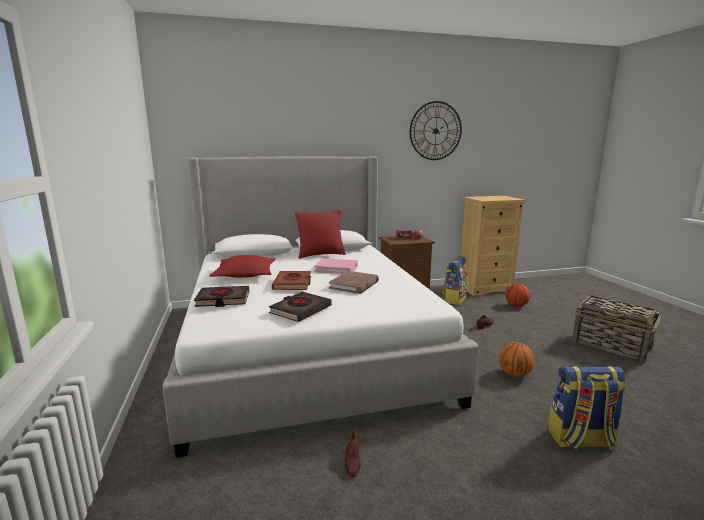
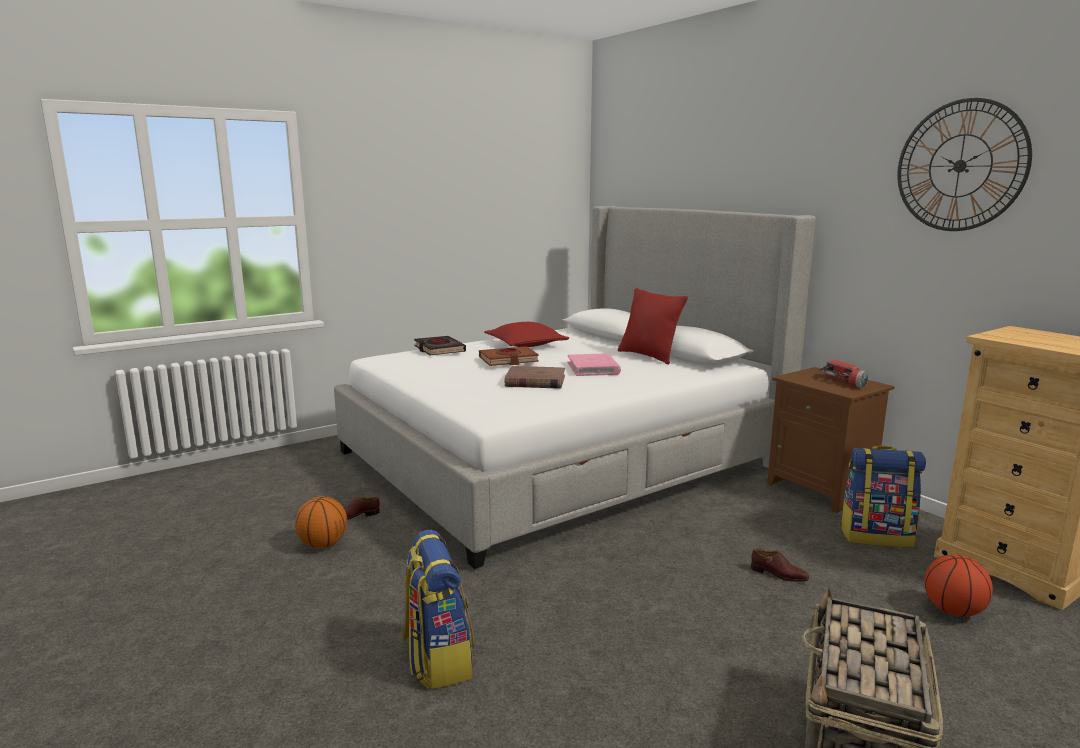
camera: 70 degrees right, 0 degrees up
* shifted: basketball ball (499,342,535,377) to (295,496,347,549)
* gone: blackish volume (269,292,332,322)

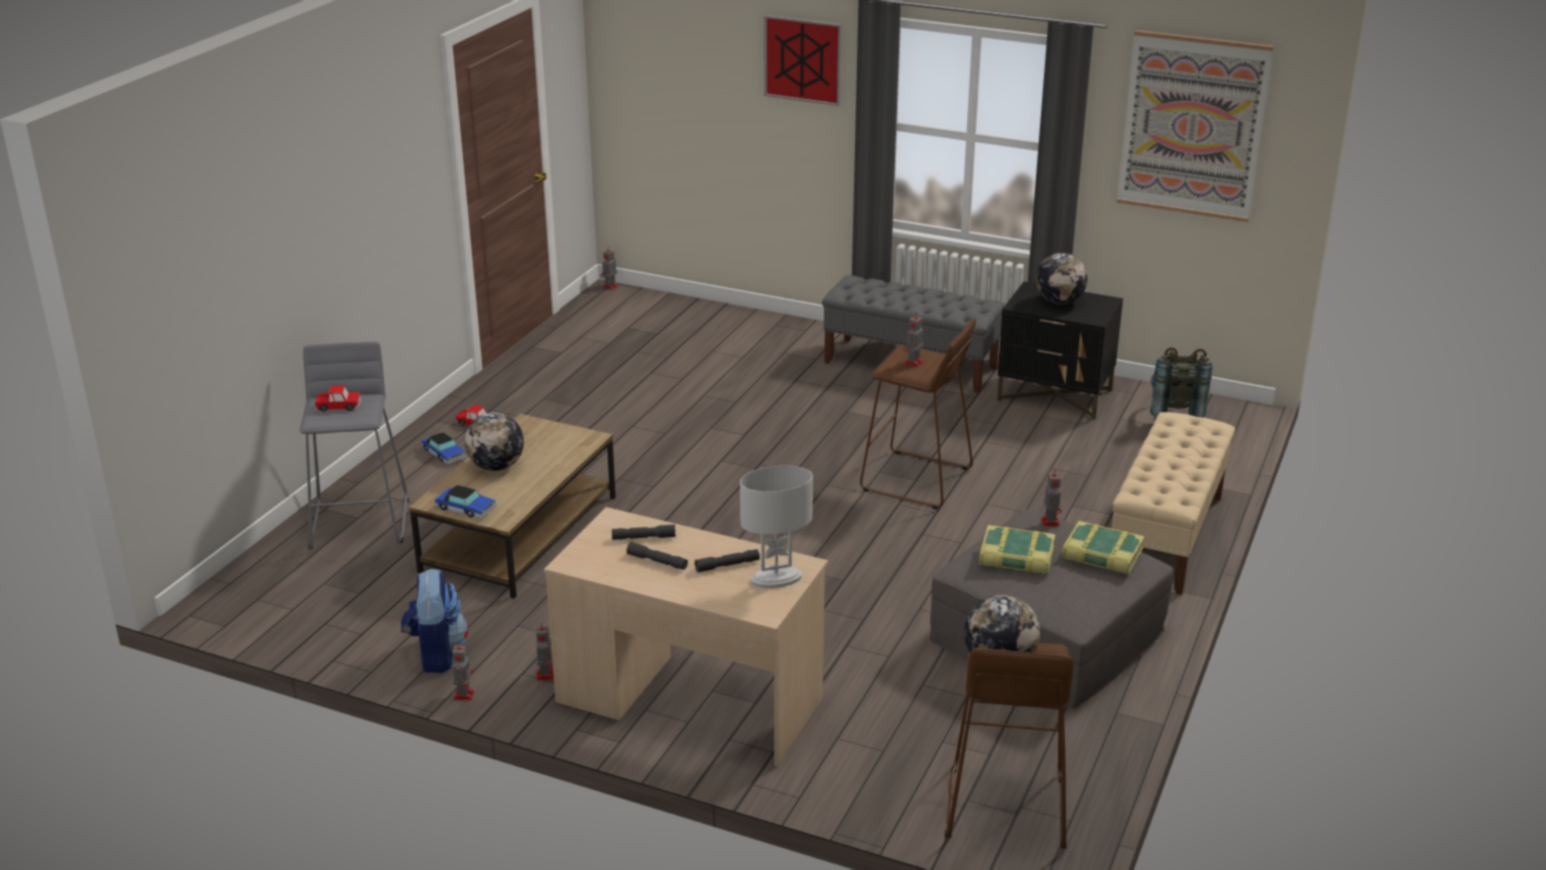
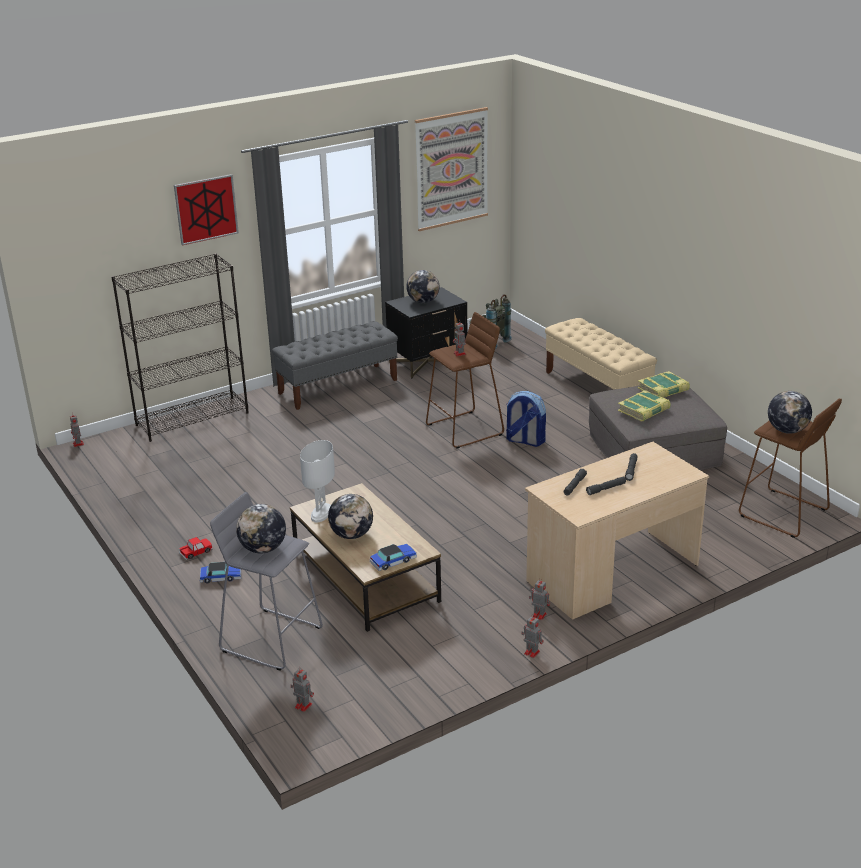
camera: 55 degrees left, 0 degrees up
* new: blackish shelving unit (112,253,249,442)
* swapped: model car (315,385,361,412) to desk globe (236,504,286,553)
* shifted: model robot (1041,470,1062,526) to (291,667,314,712)
* shifted: whitish tabletop lamp (740,466,813,588) to (300,440,335,522)
* shifted: backpack (401,569,468,673) to (506,391,546,447)

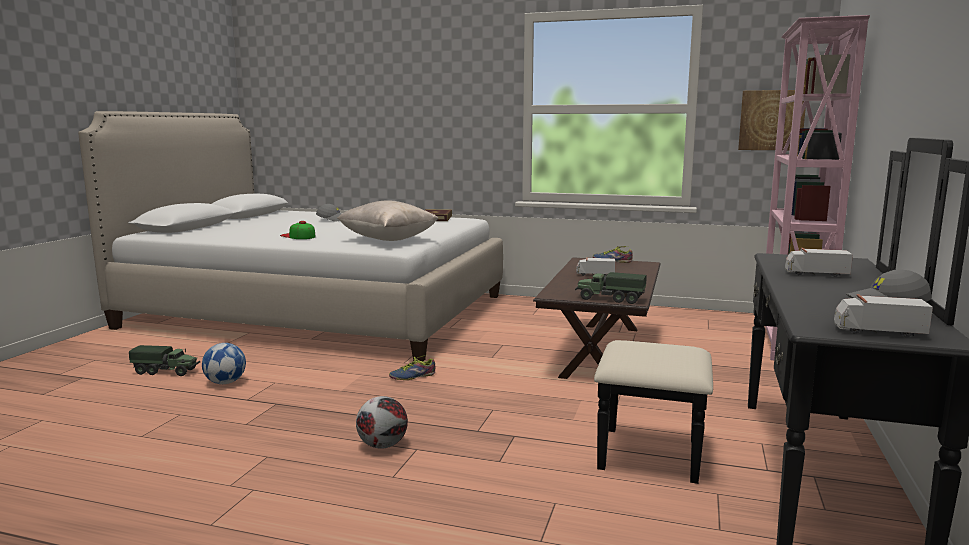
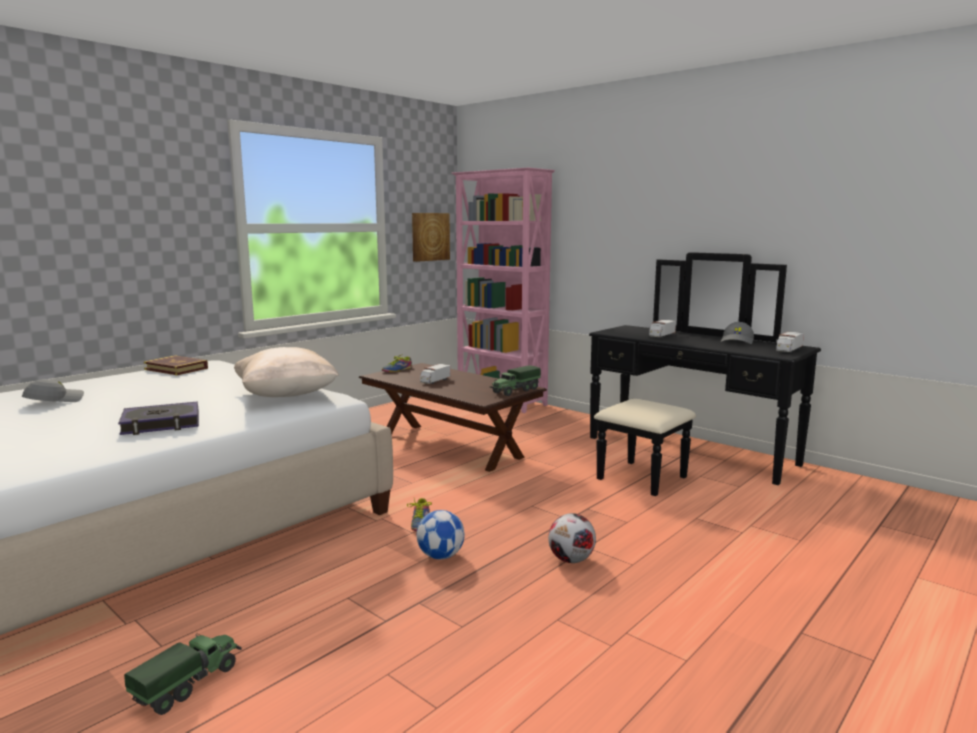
camera: 65 degrees left, 0 degrees up
* swapped: cap (280,221,316,239) to volume (118,402,199,435)
* shifted: football ball (202,343,246,384) to (417,510,465,559)

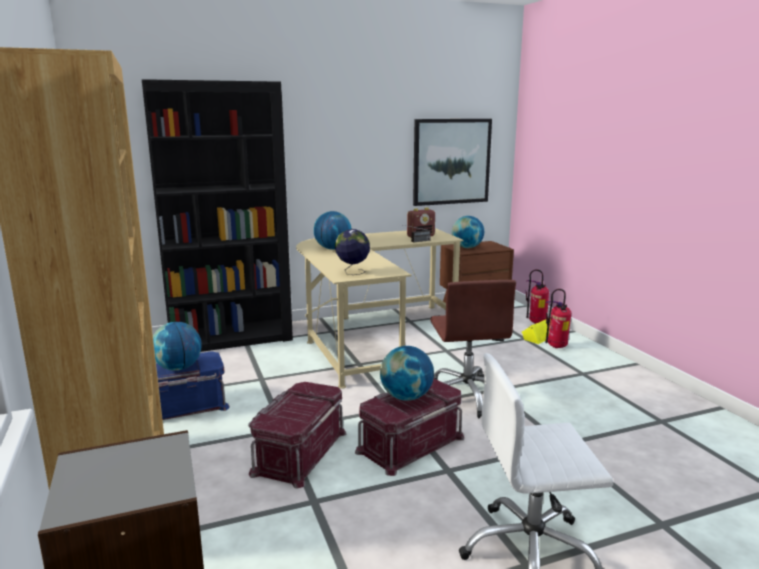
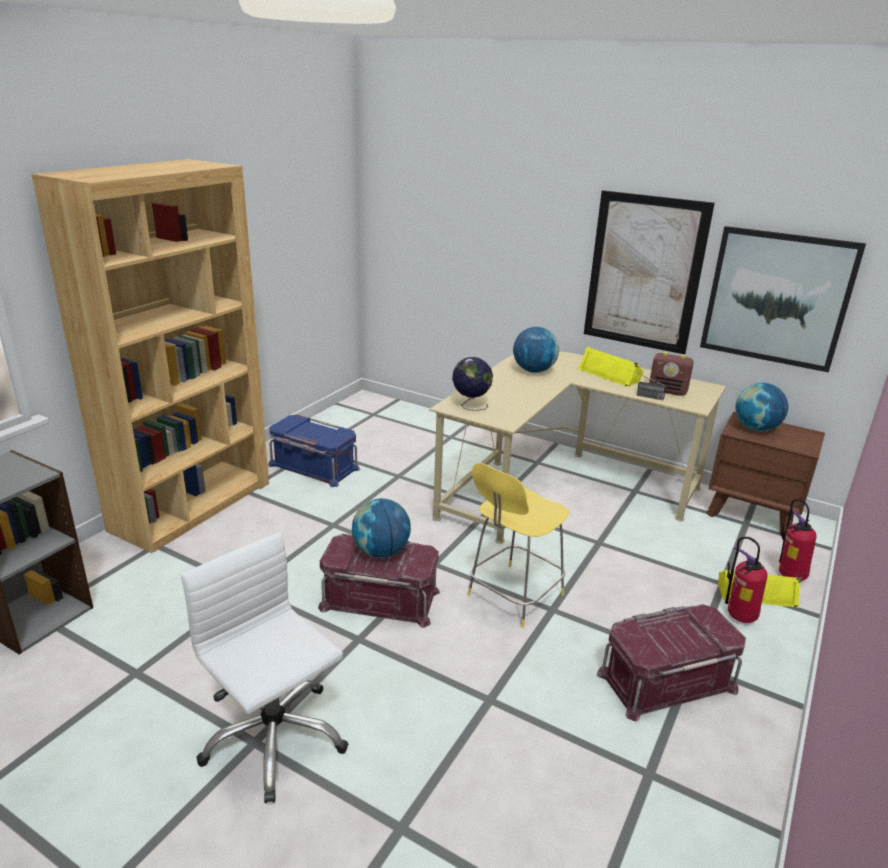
camera: 50 degrees right, 10 degrees up
* swapped: brown-coloured desk chair (430,280,516,419) to yellow-coloured sitting stool (468,463,569,628)
* new: yellow-coloured speaker (578,347,643,387)
* new: wall picture (584,190,715,354)
* shifted: reddish storage container (248,382,347,489) to (597,604,746,722)
* gone: blackish shelving unit (142,79,293,352)
* gone: desk globe (153,322,202,371)

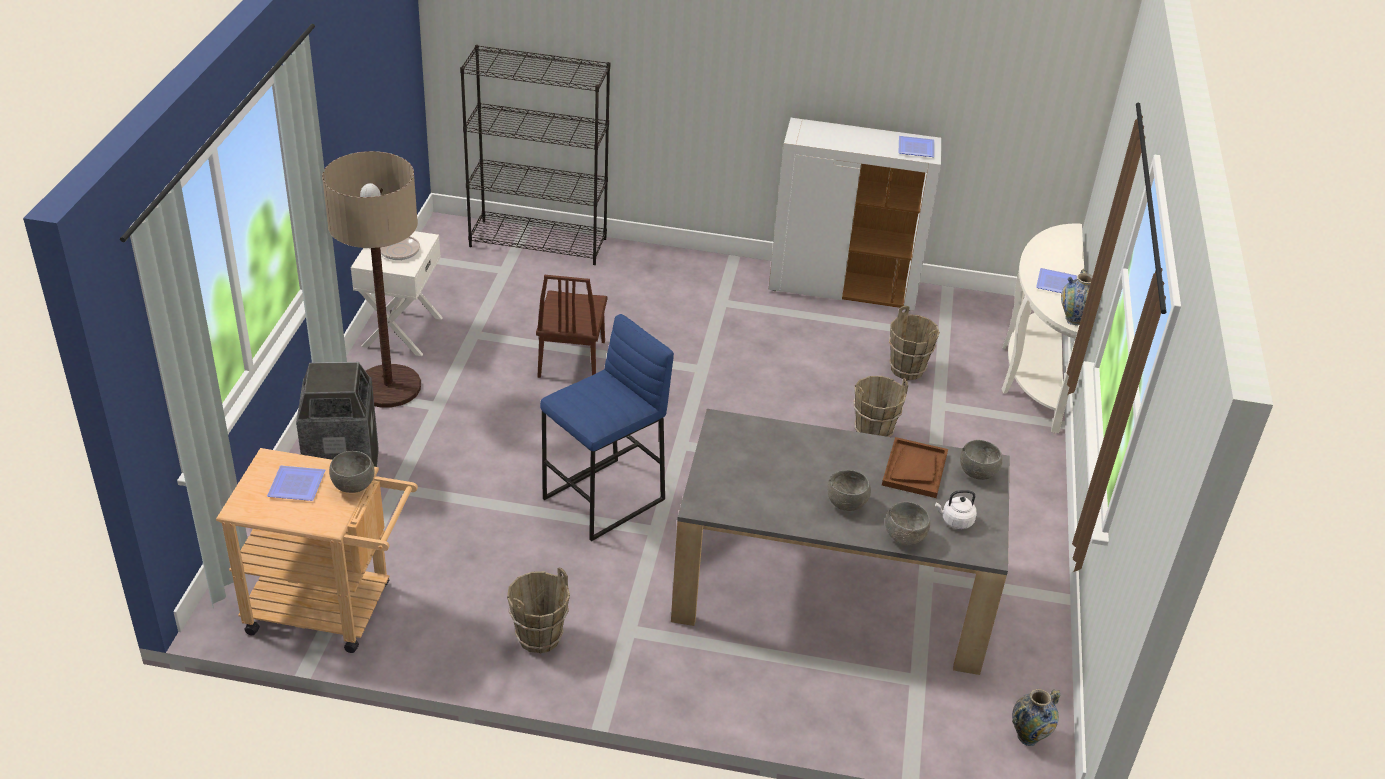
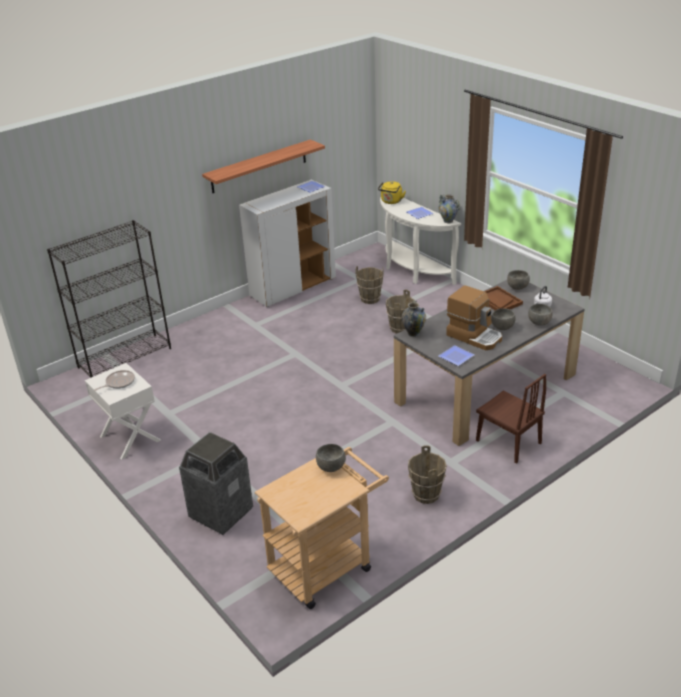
camera: 45 degrees left, 5 degrees down
* new: bracket shelf (202,139,325,193)
* new: yellow-coloured kettle (378,181,406,204)
* shifted: vase (1012,689,1060,746) to (402,300,426,337)
* shifted: plate (267,466,325,501) to (439,345,474,366)
* new: coffee machine (446,285,502,350)
* shifted: brown-coloured chair (536,275,607,378) to (476,374,546,463)
* gone: standard lamp (322,151,421,408)
* gone: blue-coloured sitting stool (540,314,674,541)

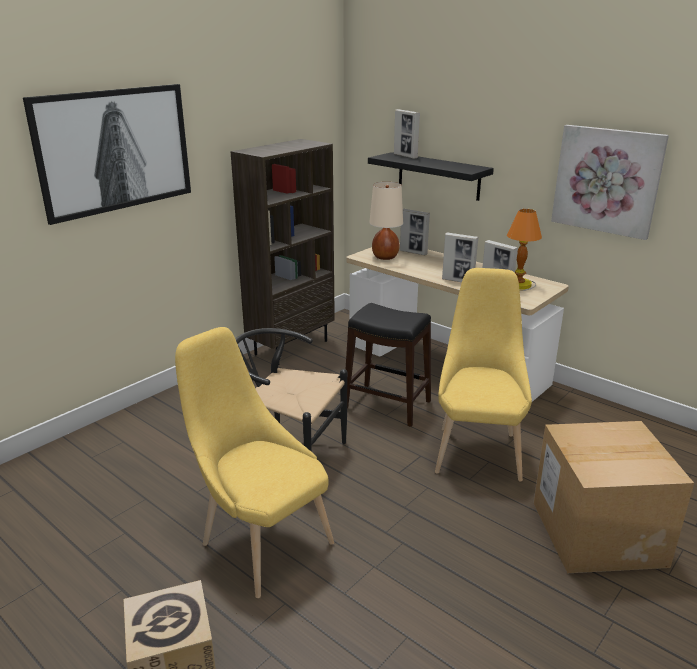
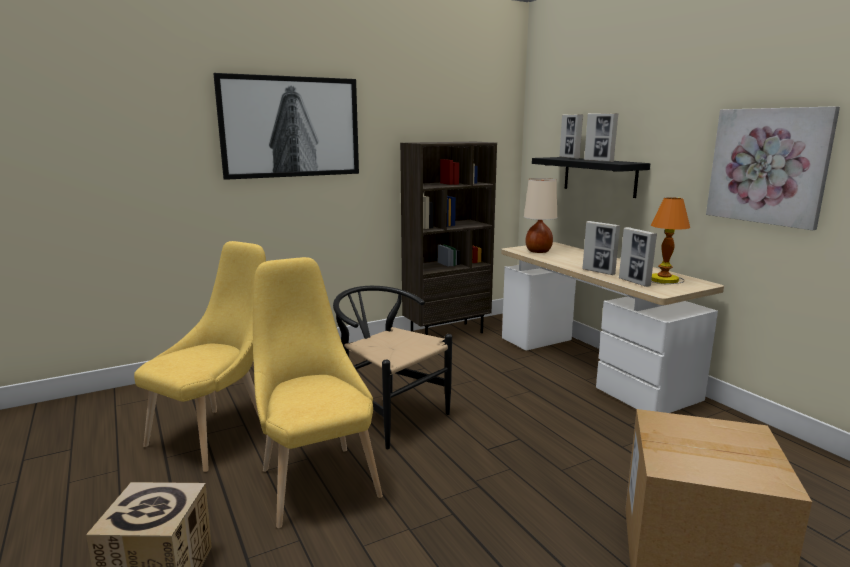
camera: 20 degrees right, 10 degrees down
* shifted: yellow-coloured chair (435,268,532,482) to (134,241,266,472)
* shifted: standing frame (400,209,430,255) to (584,113,618,162)
* gone: blackish sitting stool (345,303,431,427)

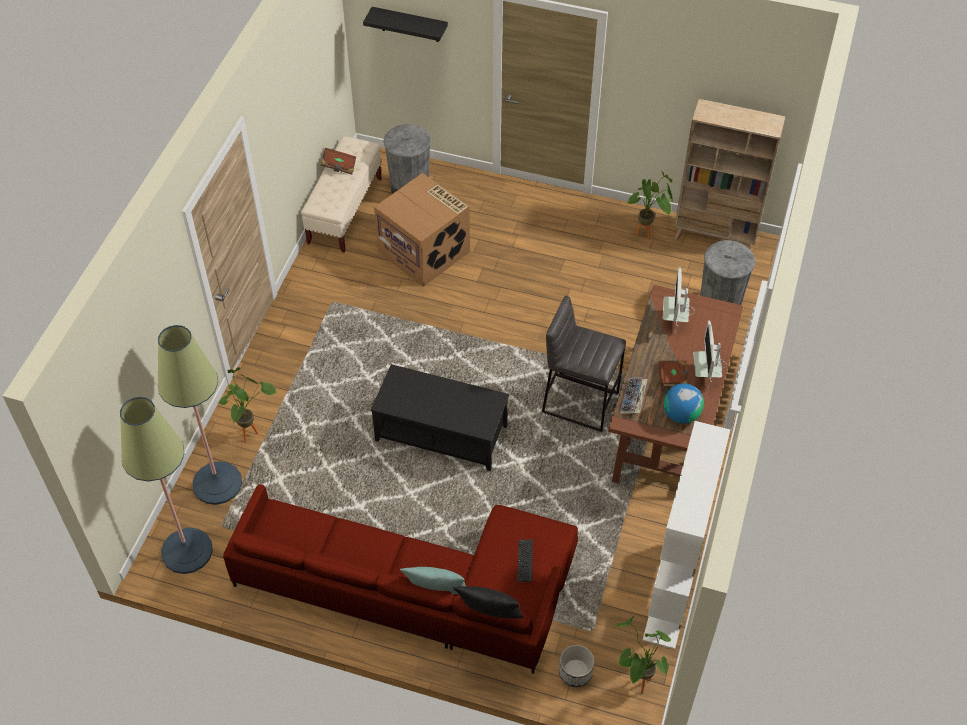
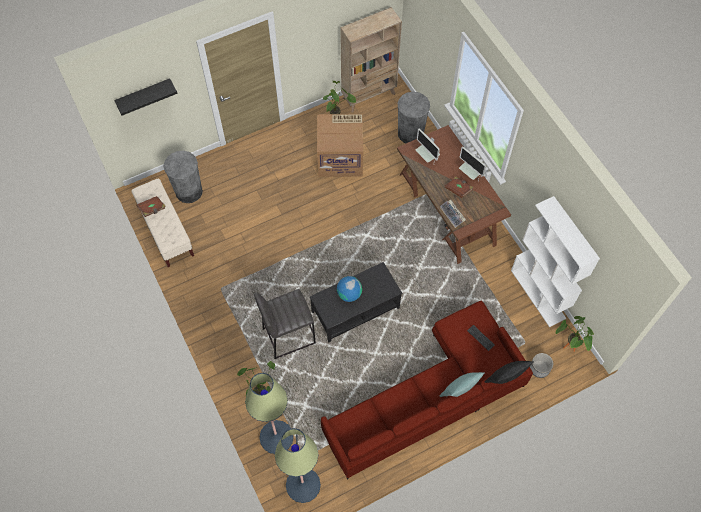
camera: 45 degrees left, 10 degrees up
* shifted: greyish sitting stool (542,296,626,432) to (254,289,316,359)
* shifted: packing box (374,173,470,287) to (317,114,363,177)
* shifted: desk globe (664,383,704,424) to (337,276,362,302)

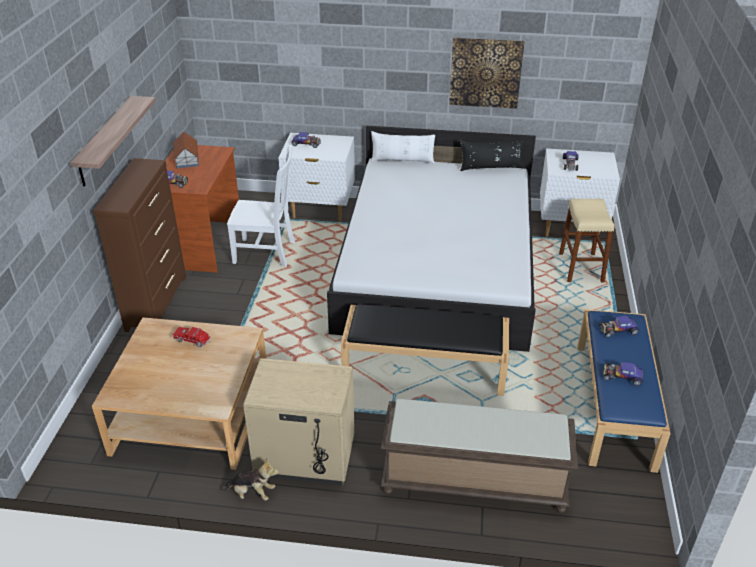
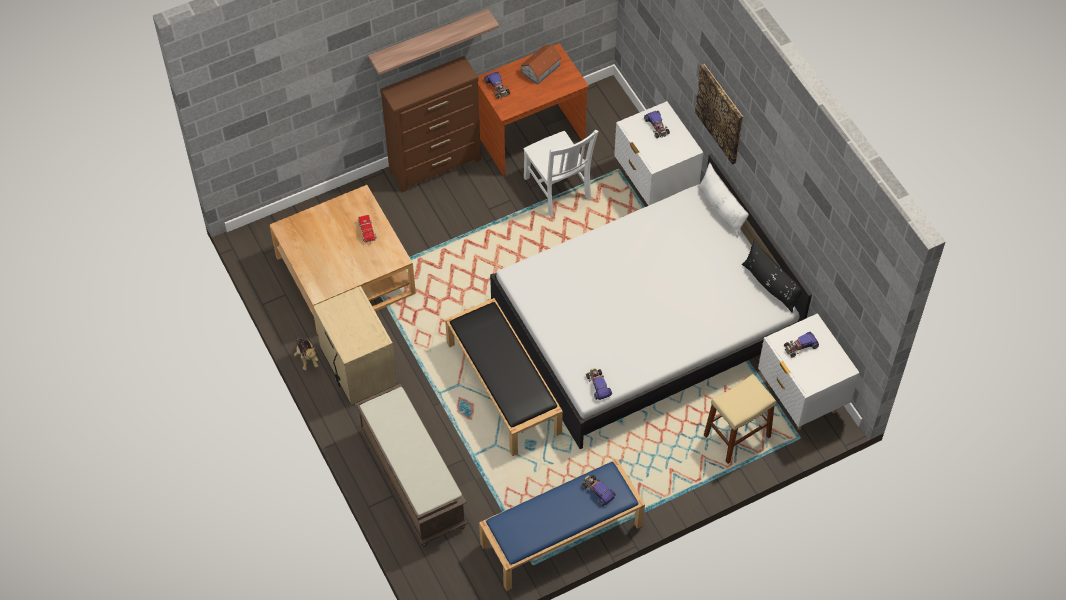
camera: 55 degrees right, 20 degrees up
* shifted: model car (602,362,643,386) to (586,368,612,400)
* shifted: wall picture (449,38,524,109) to (695,64,743,165)

